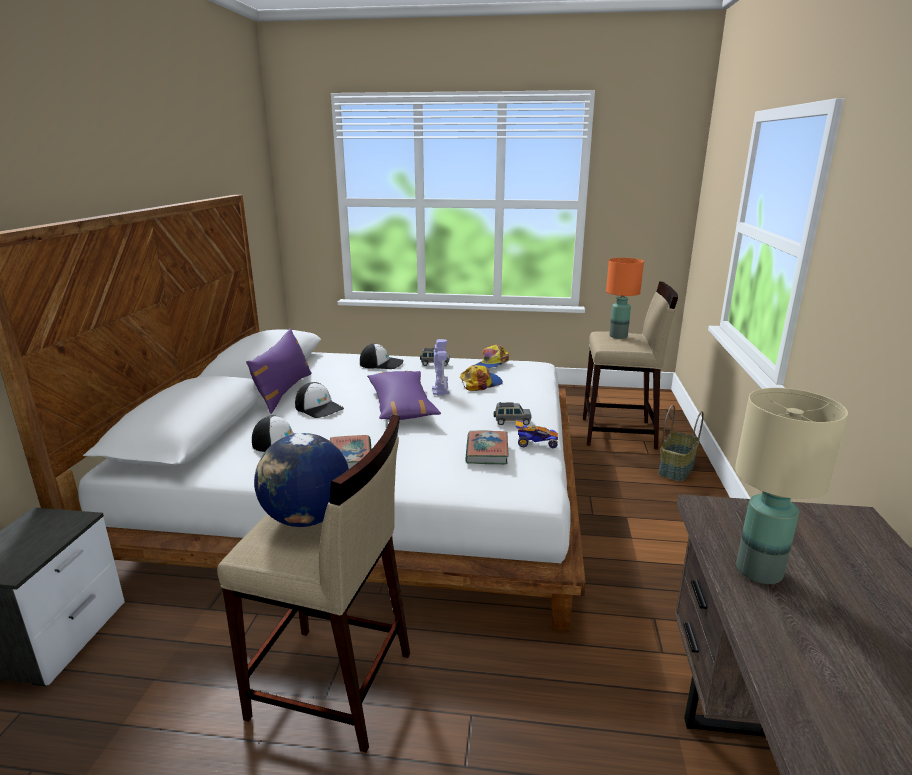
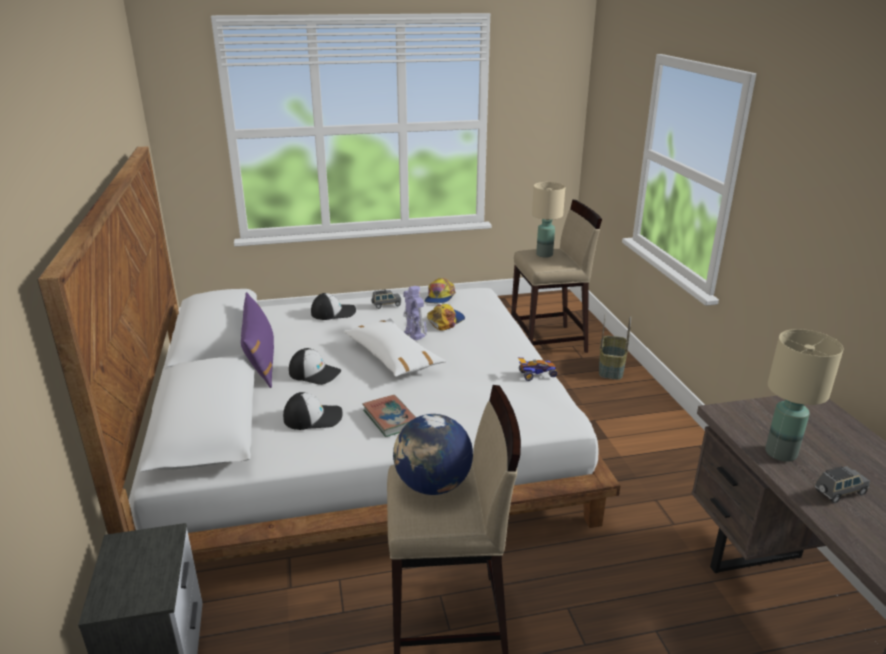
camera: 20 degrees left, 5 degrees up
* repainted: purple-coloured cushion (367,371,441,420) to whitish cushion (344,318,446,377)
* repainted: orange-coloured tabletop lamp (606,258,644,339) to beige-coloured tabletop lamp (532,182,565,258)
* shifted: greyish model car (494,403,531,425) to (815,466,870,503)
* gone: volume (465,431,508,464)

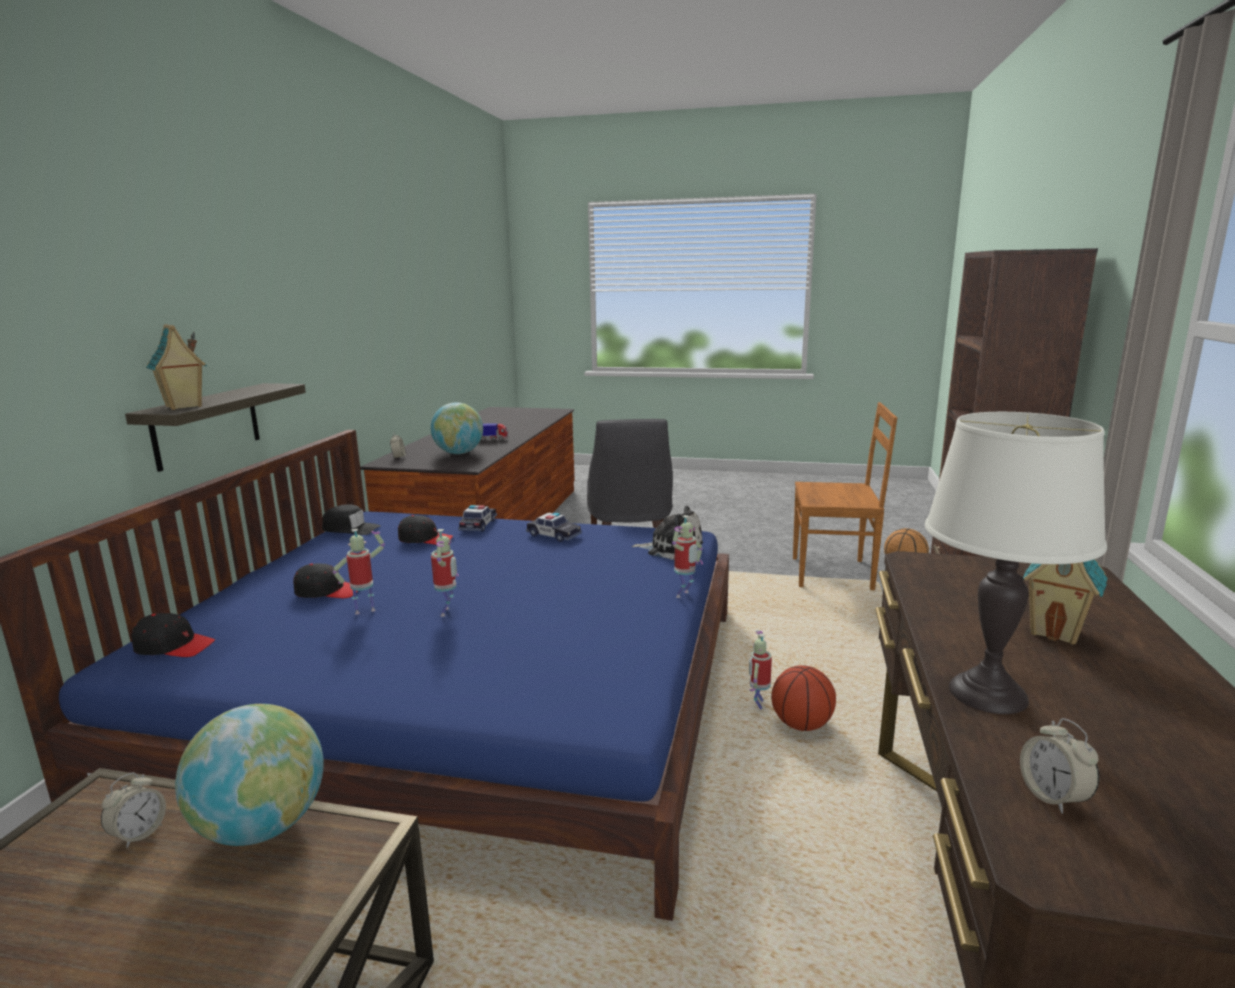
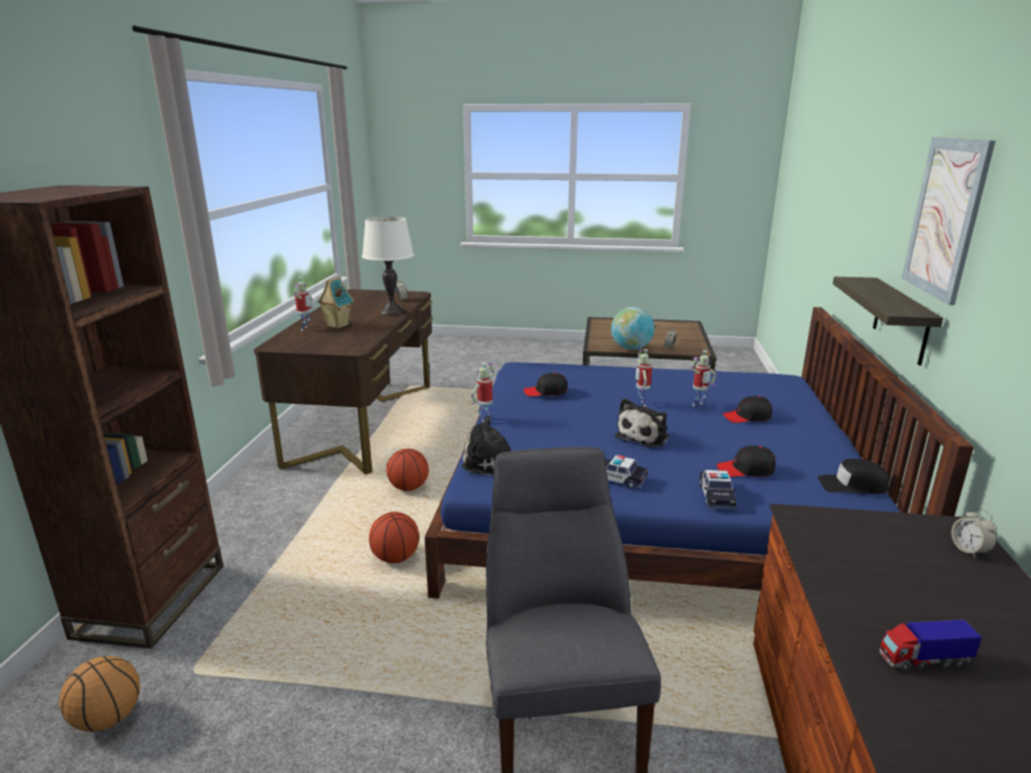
camera: 175 degrees right, 5 degrees up
* shifted: model robot (749,631,772,710) to (294,277,314,331)
* new: basketball ball (369,512,419,563)
* shifted: blackish cap (131,613,215,657) to (524,373,568,396)
* new: cuddly toy (615,398,669,448)
* new: wall picture (902,137,995,305)
* gone: model house (146,324,207,410)
* gone: desk globe (431,403,483,454)
* gone: brown-coloured chair (793,402,897,590)

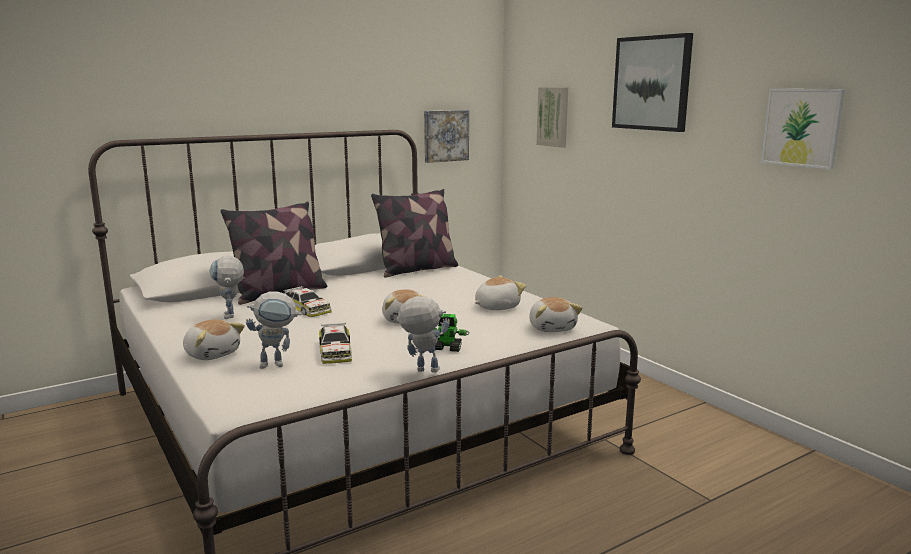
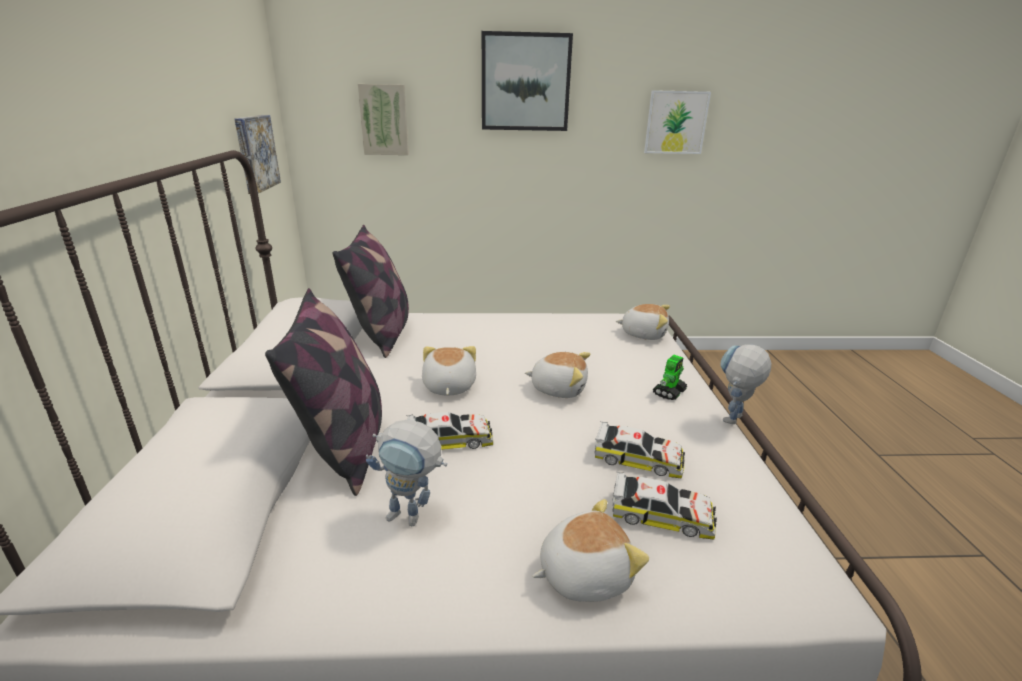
camera: 60 degrees left, 10 degrees up
* shifted: cuddly toy (474,276,526,310) to (422,346,476,396)
* swapped: model robot (246,291,302,369) to model car (612,471,717,540)

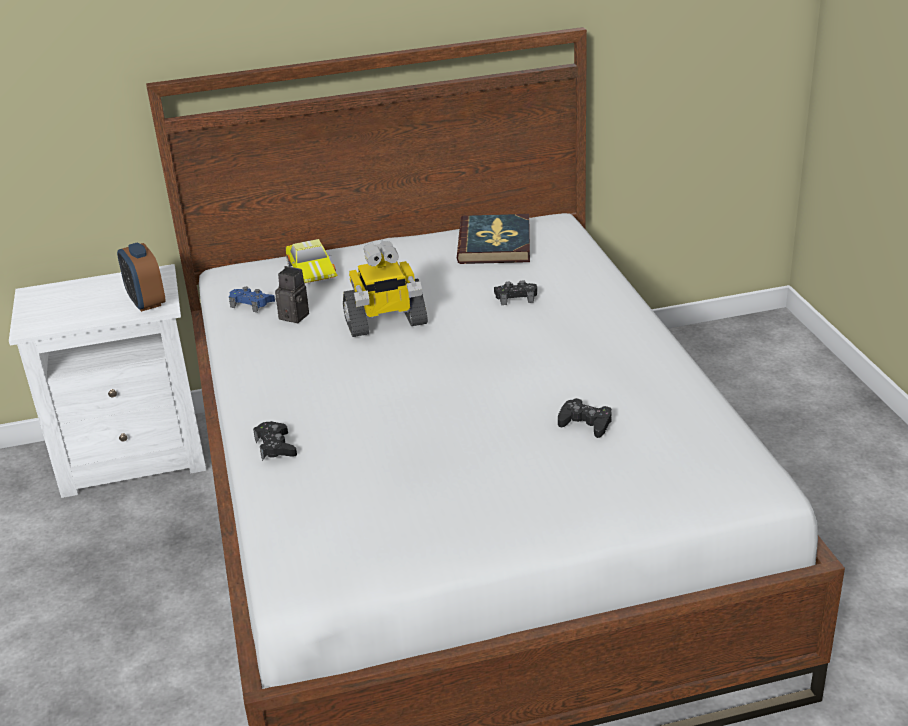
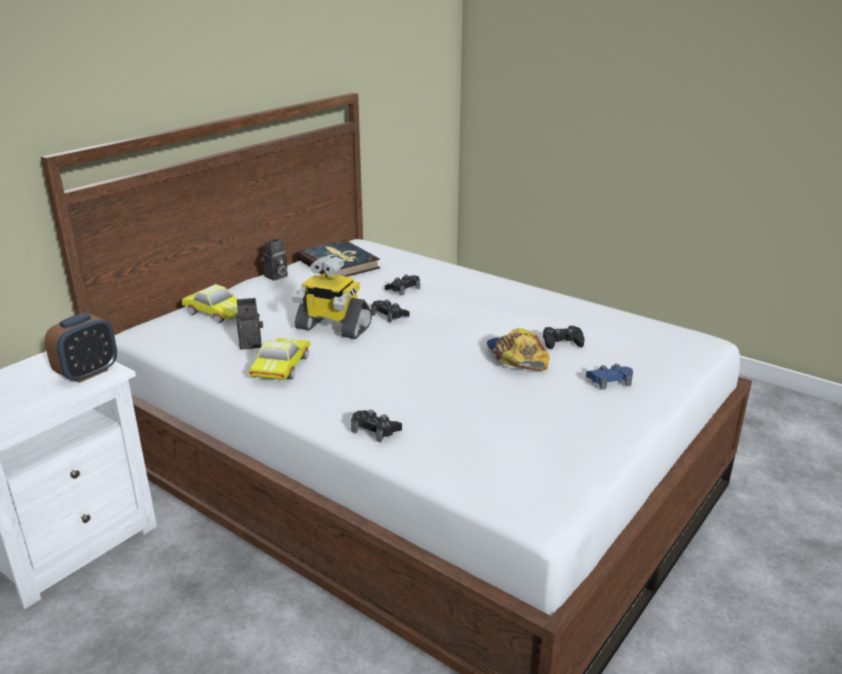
camera: 40 degrees left, 5 degrees down
* rotated: alarm clock (117,243,165,312) = (44,313,117,383) 75 degrees counterclockwise
* new: model car (249,338,311,380)
* new: photo camera (260,239,288,281)
* rotated: model robot (343,241,428,337) = (292,256,372,339) 75 degrees clockwise
* new: blackish joypad (371,300,409,323)
* new: cap (487,328,550,371)
* shifted: blue-coloured joypad (229,287,275,313) to (586,364,633,390)

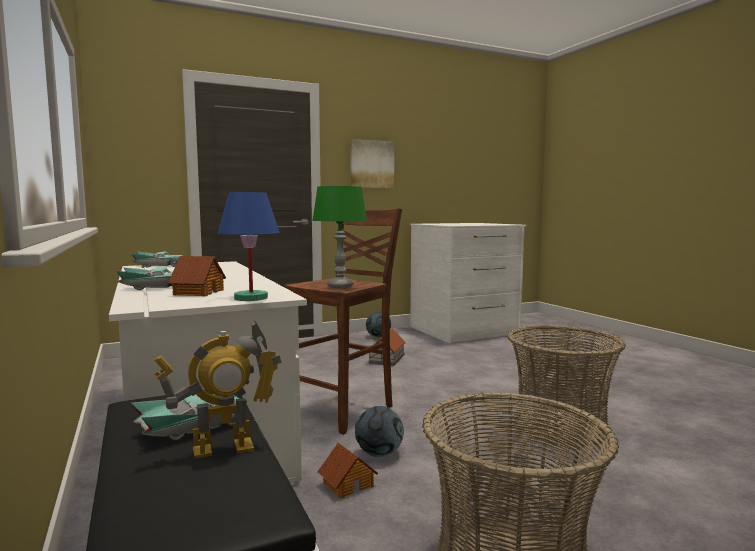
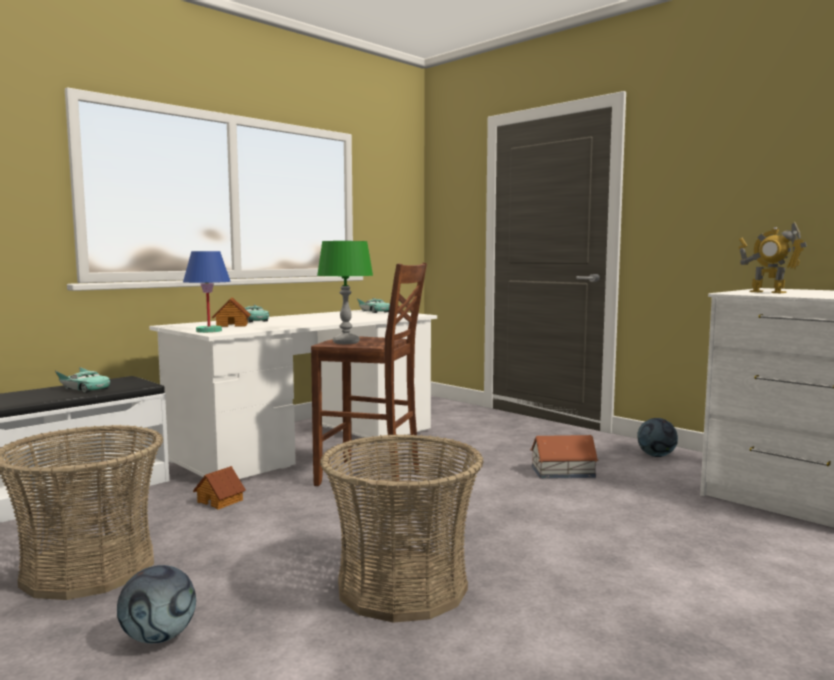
camera: 70 degrees right, 0 degrees up
* shifted: football ball (355,406,404,457) to (117,565,196,644)
* shifted: model robot (155,320,282,459) to (739,222,807,293)
* gone: wall picture (350,139,394,188)

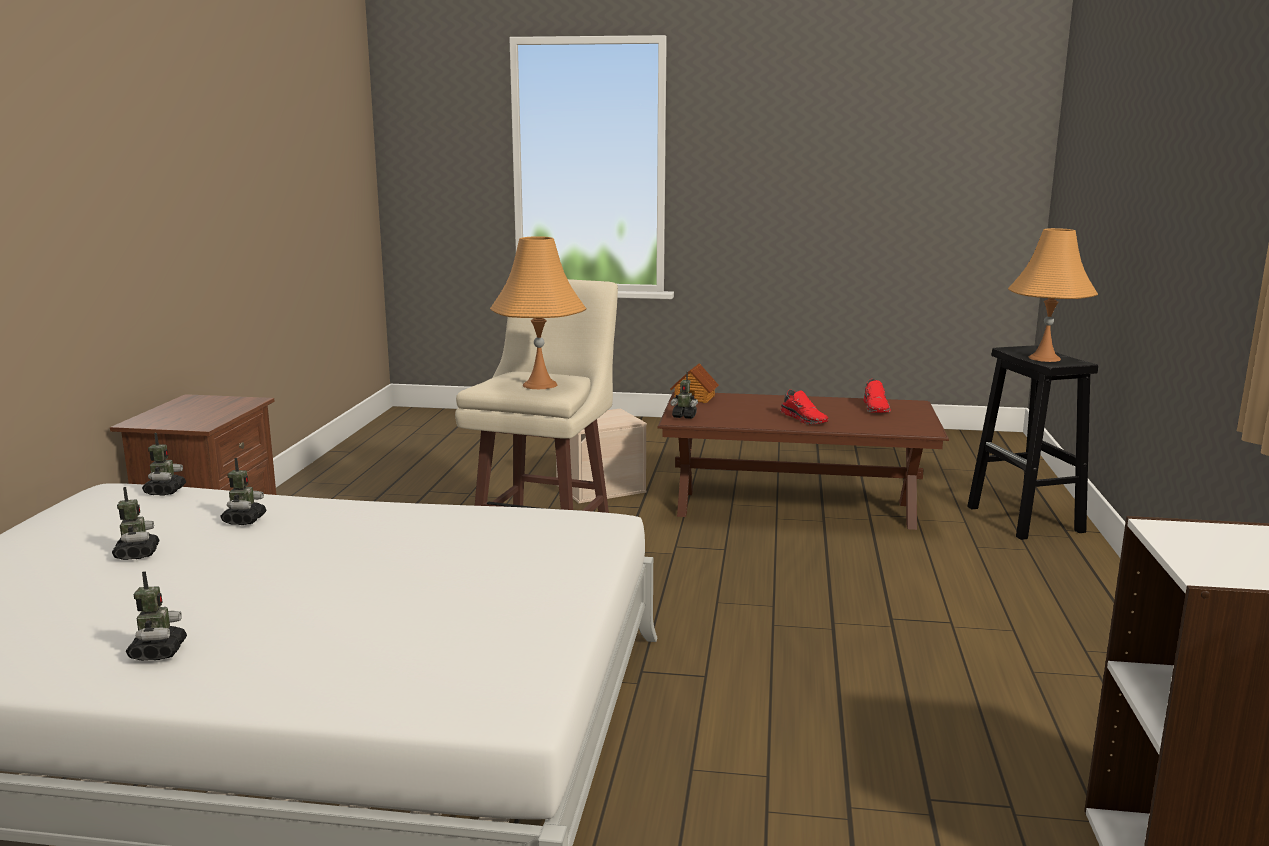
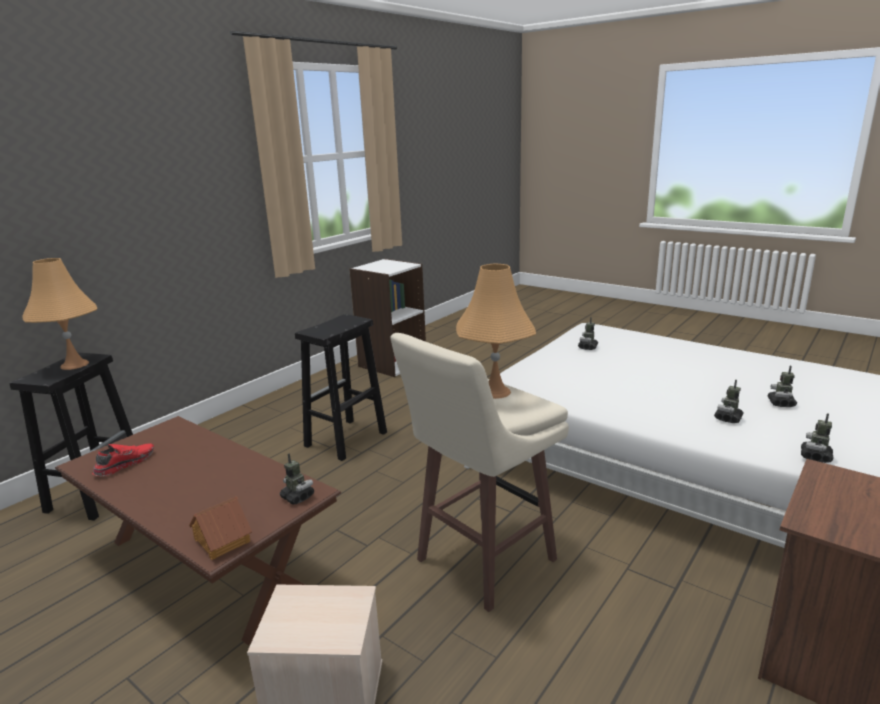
camera: 150 degrees left, 5 degrees up
* new: blackish sitting stool (295,314,387,461)
* shifted: model robot (126,571,187,661) to (578,317,598,350)
* gone: reddish low shoe (780,390,828,424)

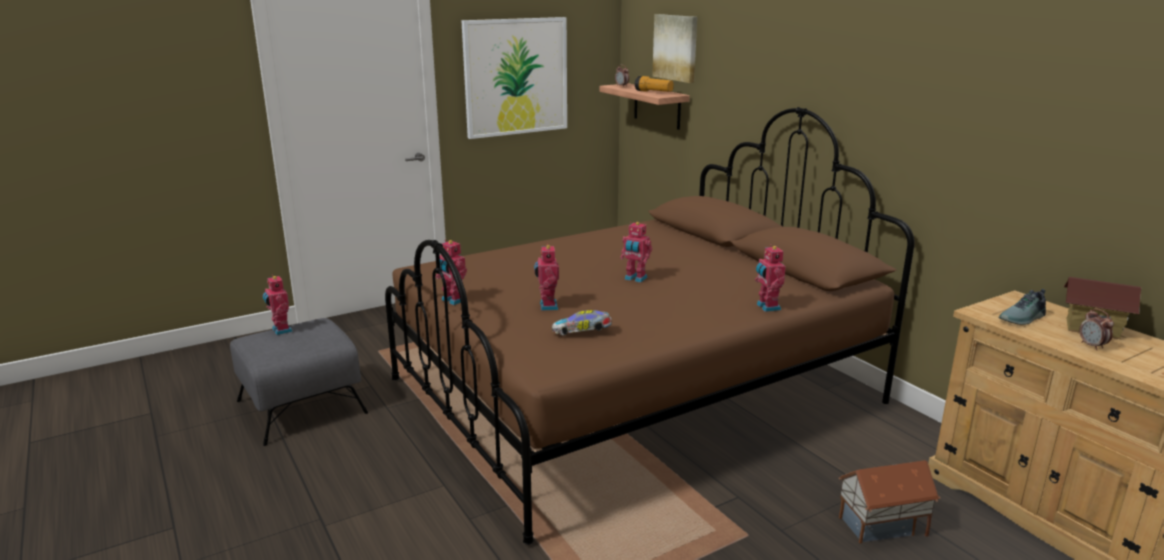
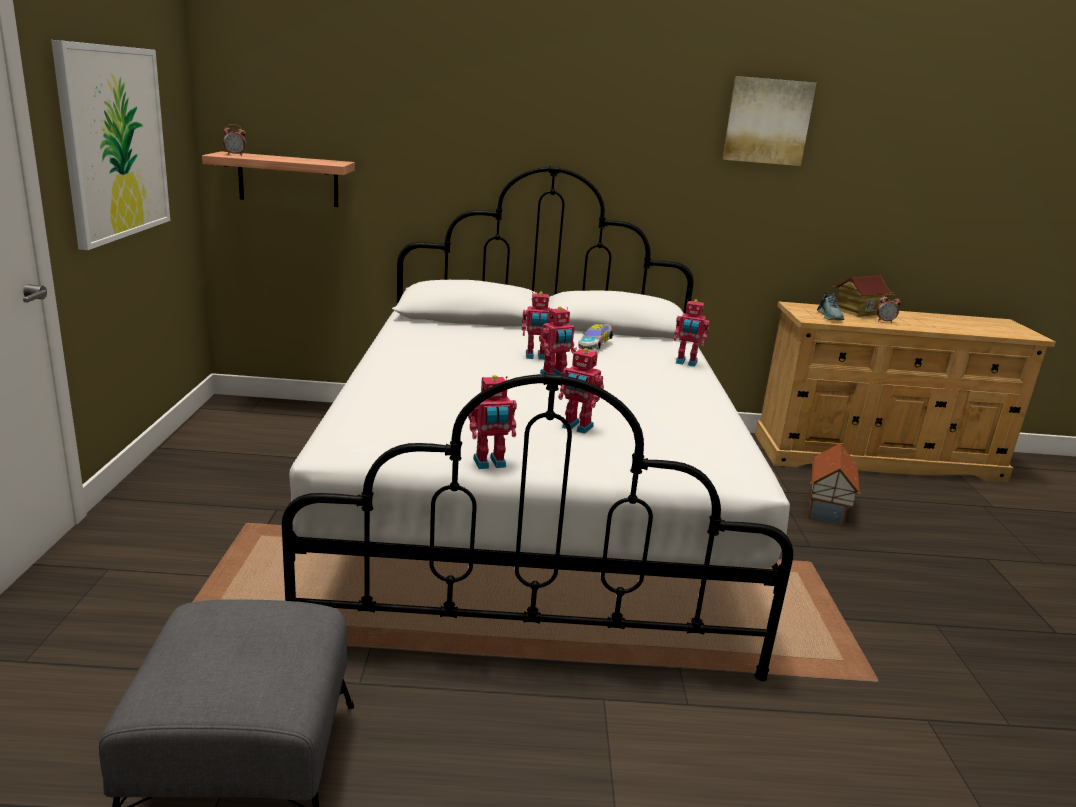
camera: 60 degrees left, 0 degrees up
* repainted: brown-coloured sleeping bed (385,107,915,545) to whitish sleeping bed (282,166,793,681)
* shifted: model robot (263,275,293,335) to (522,292,552,360)
* shifted: model car (552,310,612,336) to (578,324,614,350)
* shifted: wall picture (652,14,697,83) to (723,76,816,166)
* gone: flashlight (635,76,674,92)

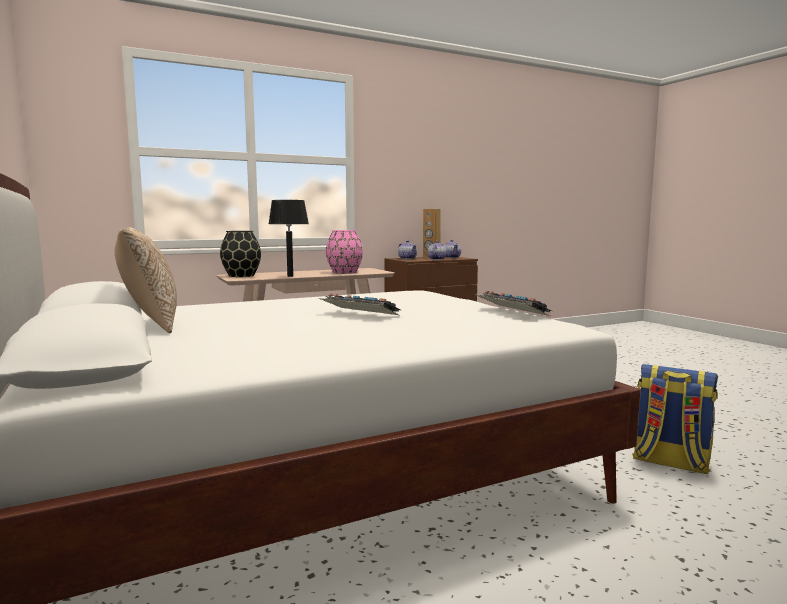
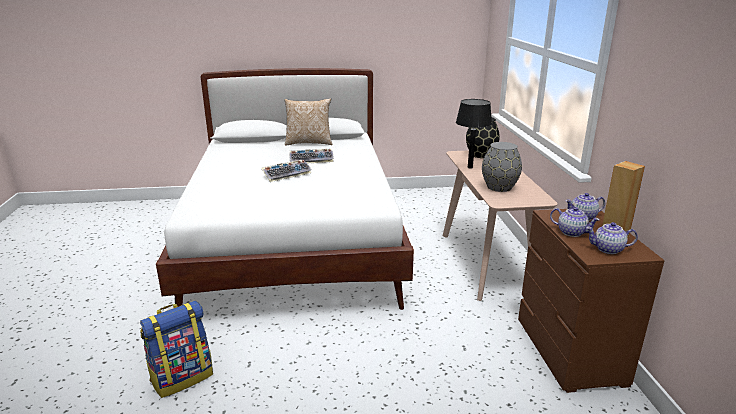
camera: 110 degrees right, 15 degrees up
* shifted: computer keyboard (476,291,551,316) to (289,149,334,163)
* repainted: pink-coloured vase (326,230,363,274) to greyish vase (482,142,522,192)

